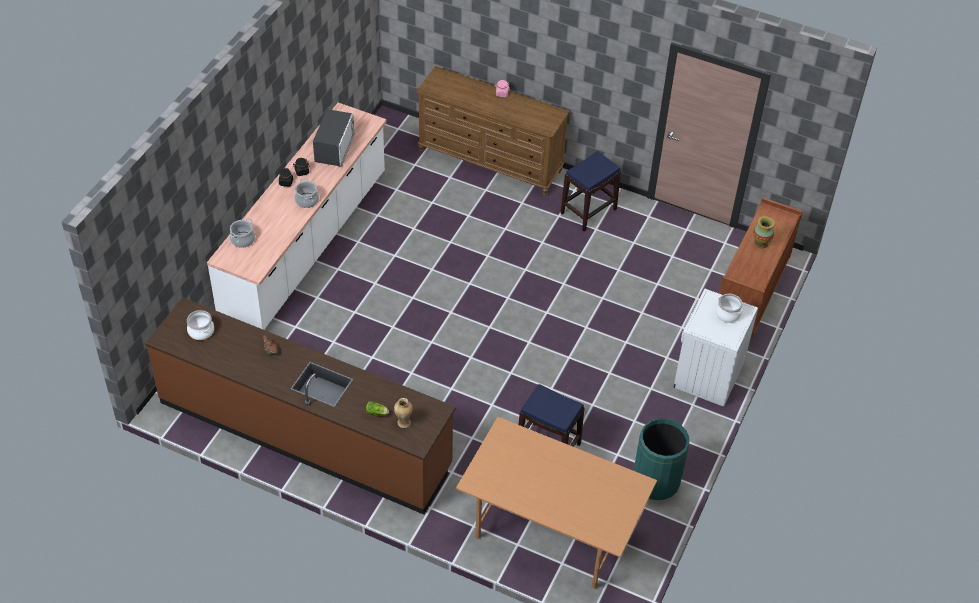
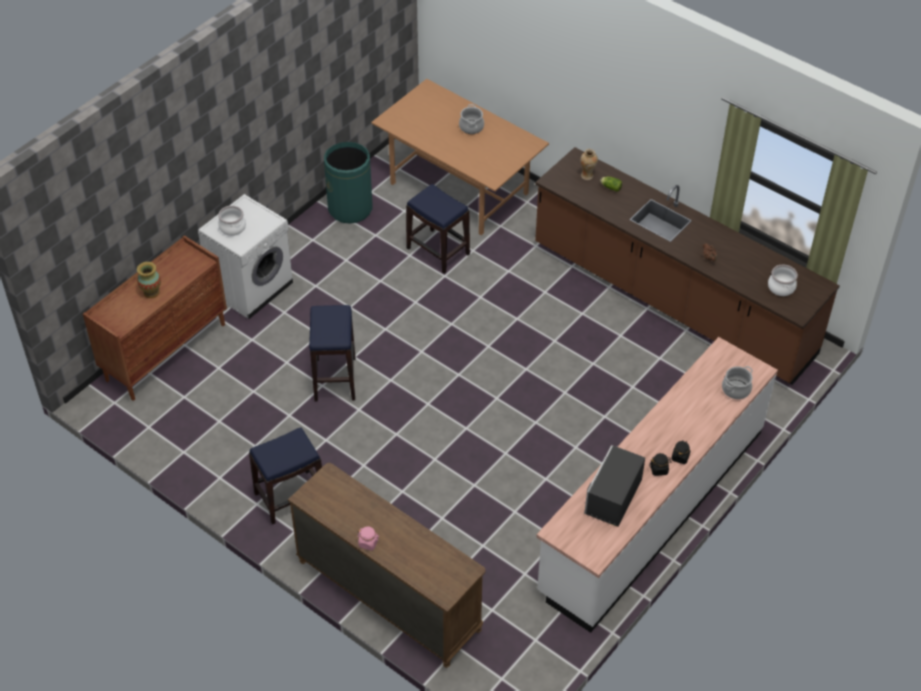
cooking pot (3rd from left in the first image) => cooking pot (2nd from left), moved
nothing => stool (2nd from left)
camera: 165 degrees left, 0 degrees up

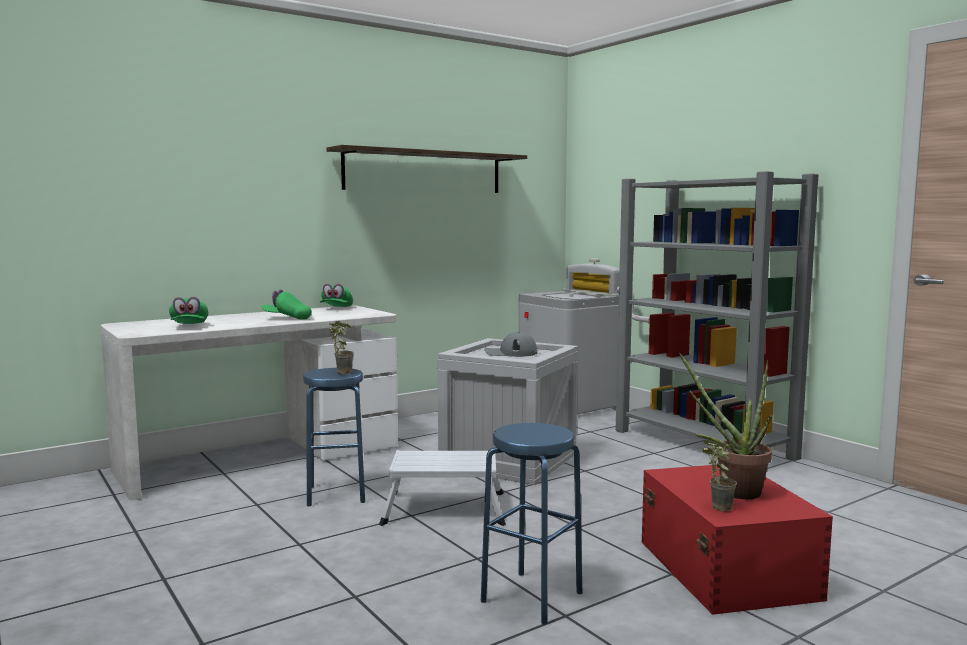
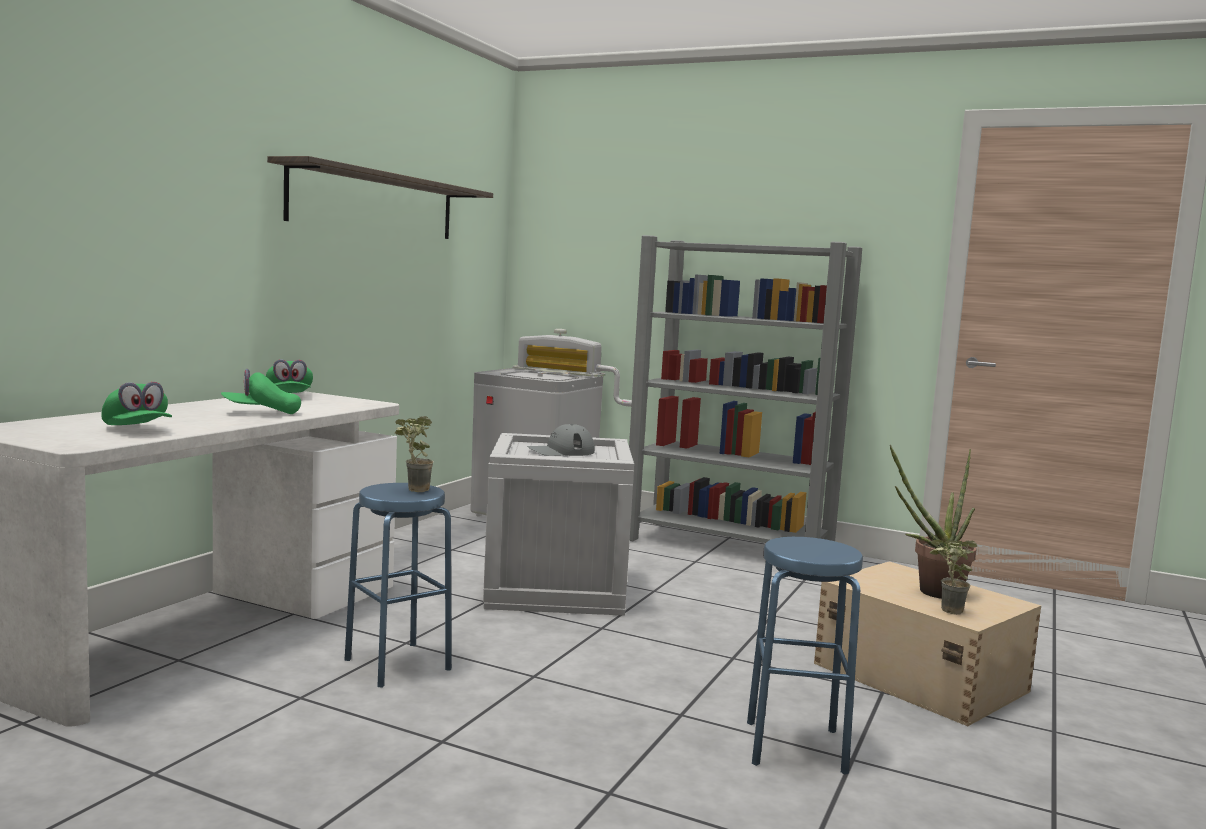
whitish step ladder => nothing
red-coloured storage container => beige storage container
camera: 30 degrees left, 0 degrees up

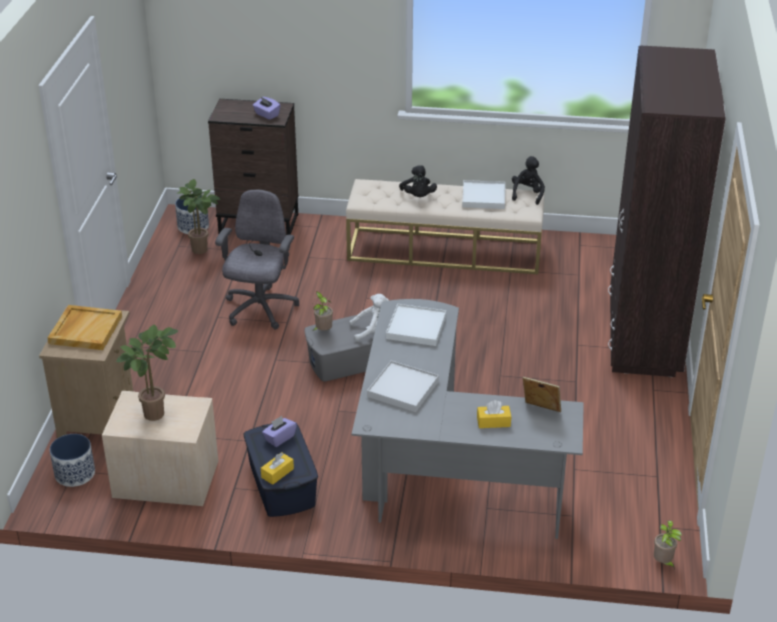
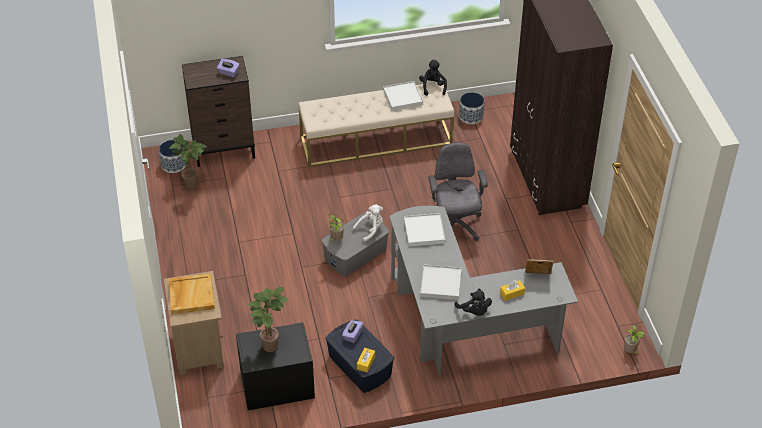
planter (1st from left in the first image) => planter (2nd from left), moved
beige nightstand (2nd from left) => black-coloured nightstand
grey office chair, moved
black-coloured plush toy (1st from left in the first image) => black-coloured plush toy (2nd from left), moved
camera: 20 degrees left, 10 degrees up

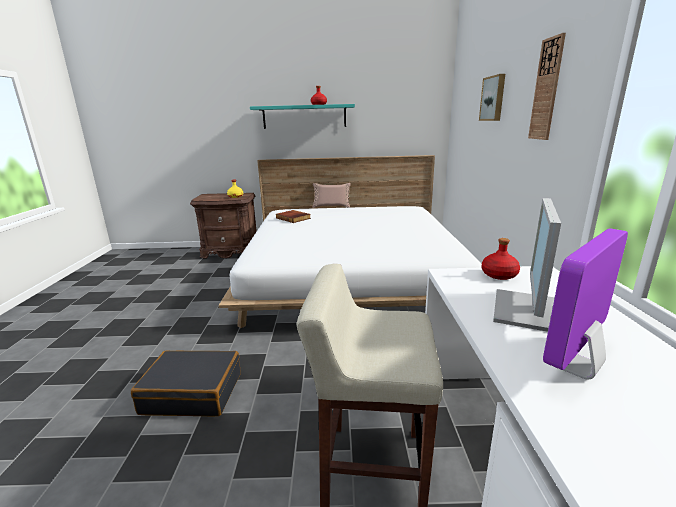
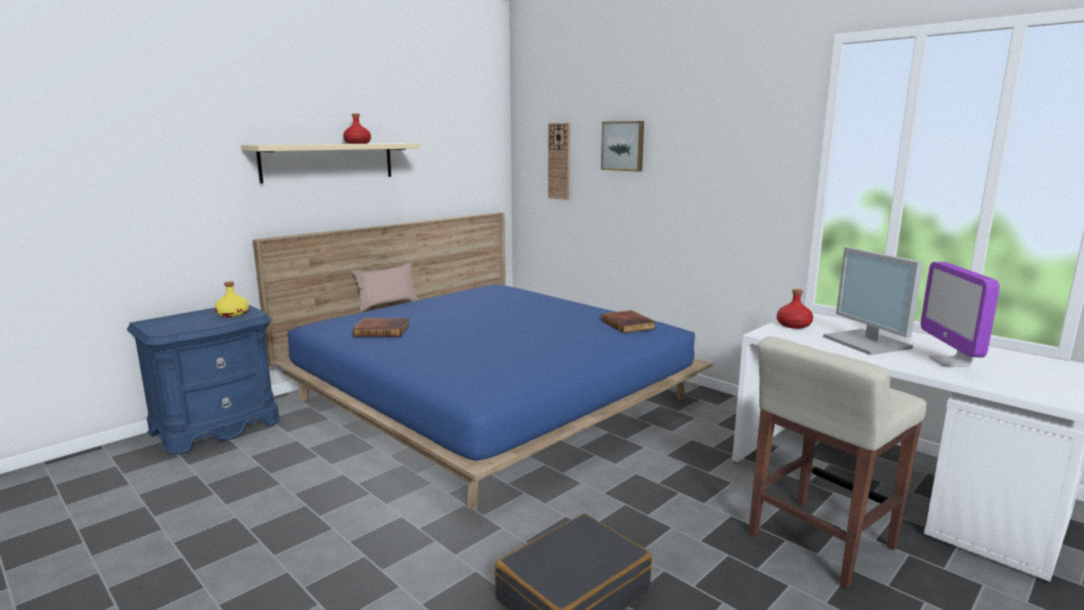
brownish nightstand => blue nightstand
whitish sleeping bed => blue sleeping bed
turquoise wall shelf => beige wall shelf
clock on the wall, moved
nothing => bound book (2nd from left)
camera: 45 degrees left, 5 degrees down

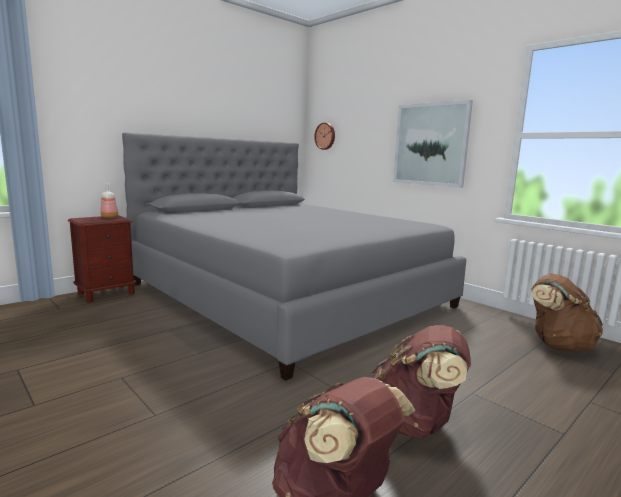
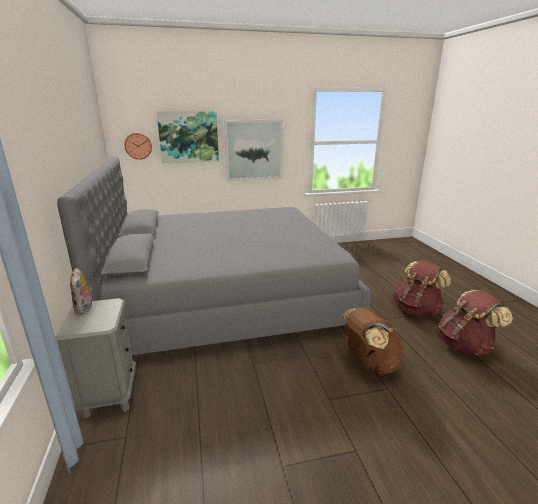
brownish nightstand => grey nightstand
beverage bottle => plush toy
brownish knapsack (3rd from left in the first image) => brownish knapsack (1st from left), moved
nothing => picture (1st from left)
camera: 60 degrees left, 10 degrees up

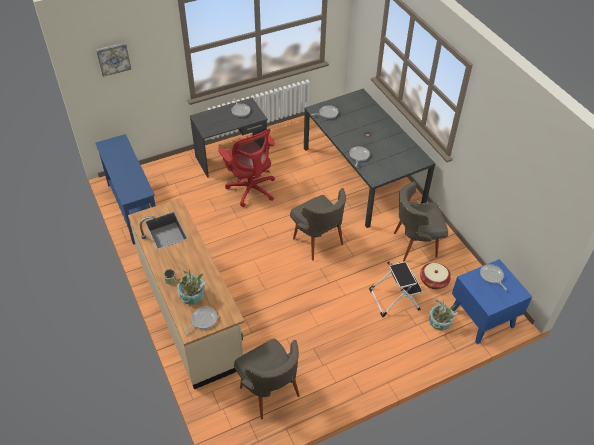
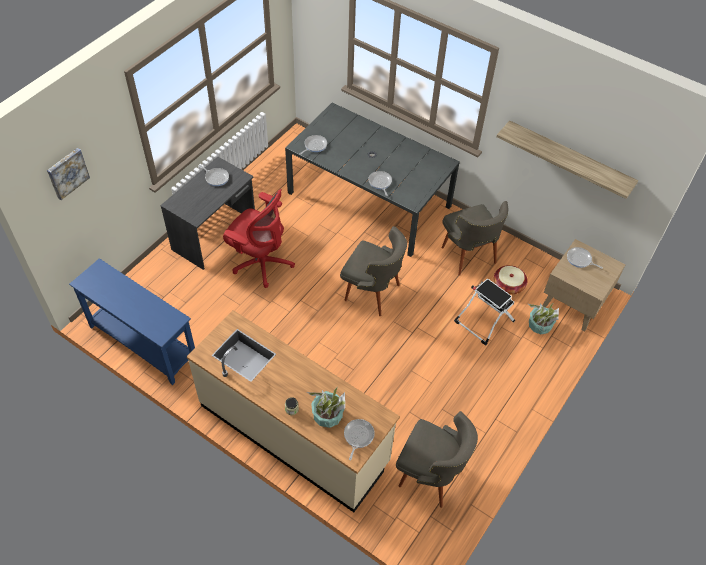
grey plain chair (3rd from left), 75 degrees counterclockwise
blue nightstand => beige nightstand
nothing => wall shelf
camera: 30 degrees left, 5 degrees up

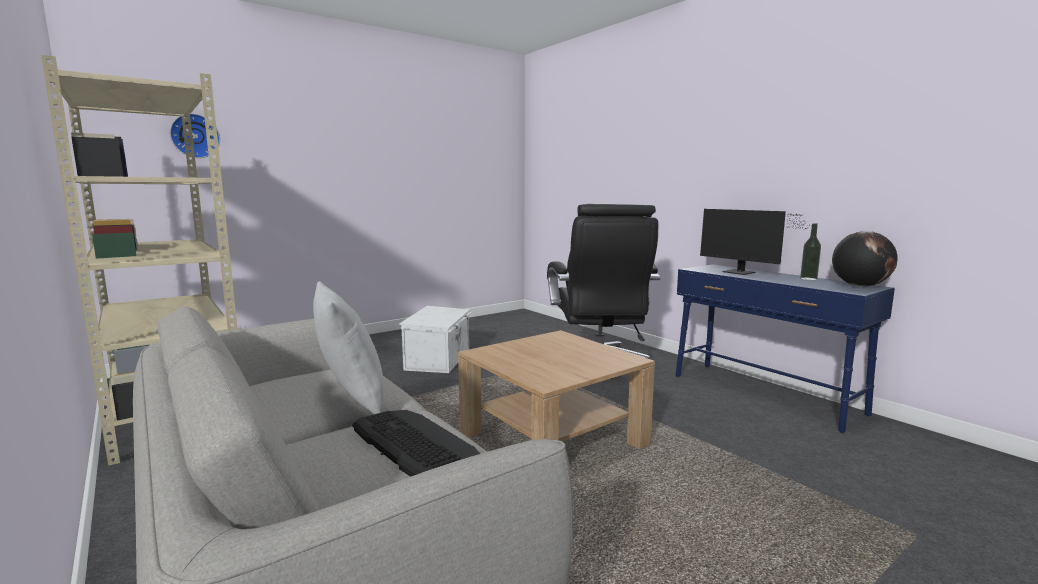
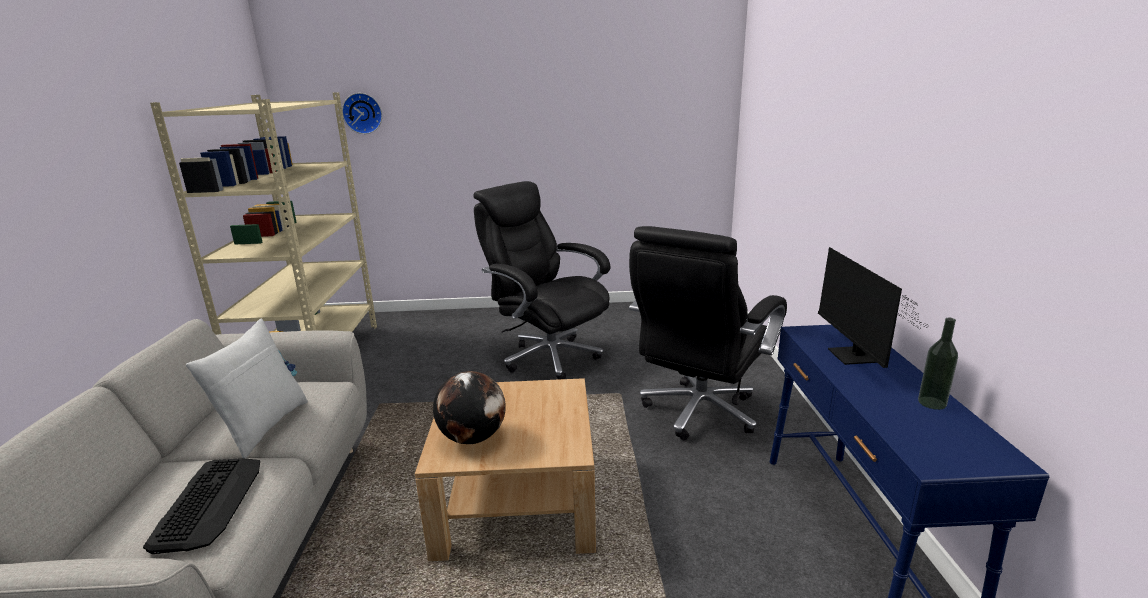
whitish storage container => black-coloured office chair (1st from left)
desk globe, moved
camera: 35 degrees right, 10 degrees up

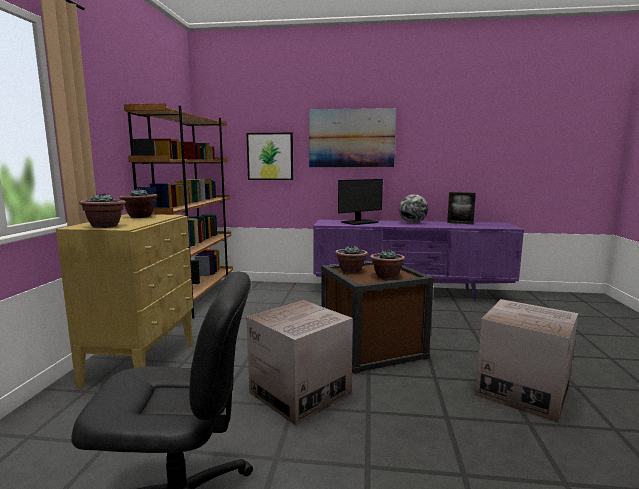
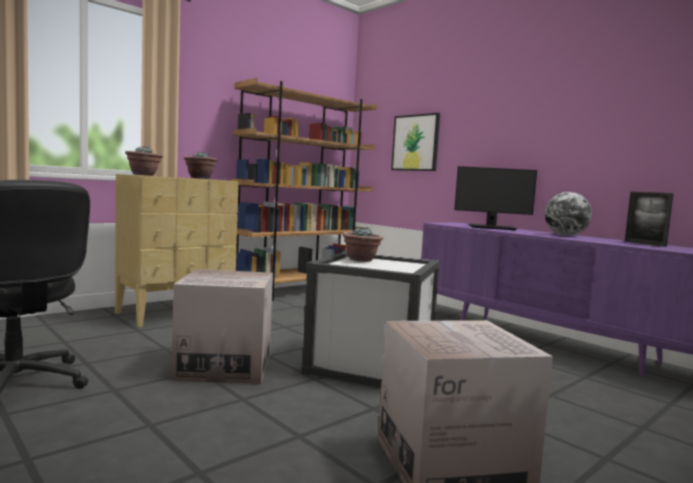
picture (2nd from left) => nothing
brownish storage container => whitish storage container
houseplant (4th from left) => nothing
camera: 40 degrees right, 5 degrees down

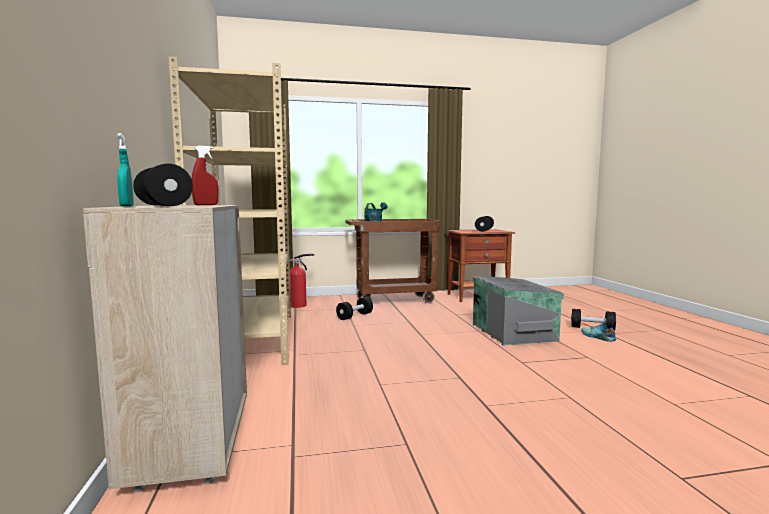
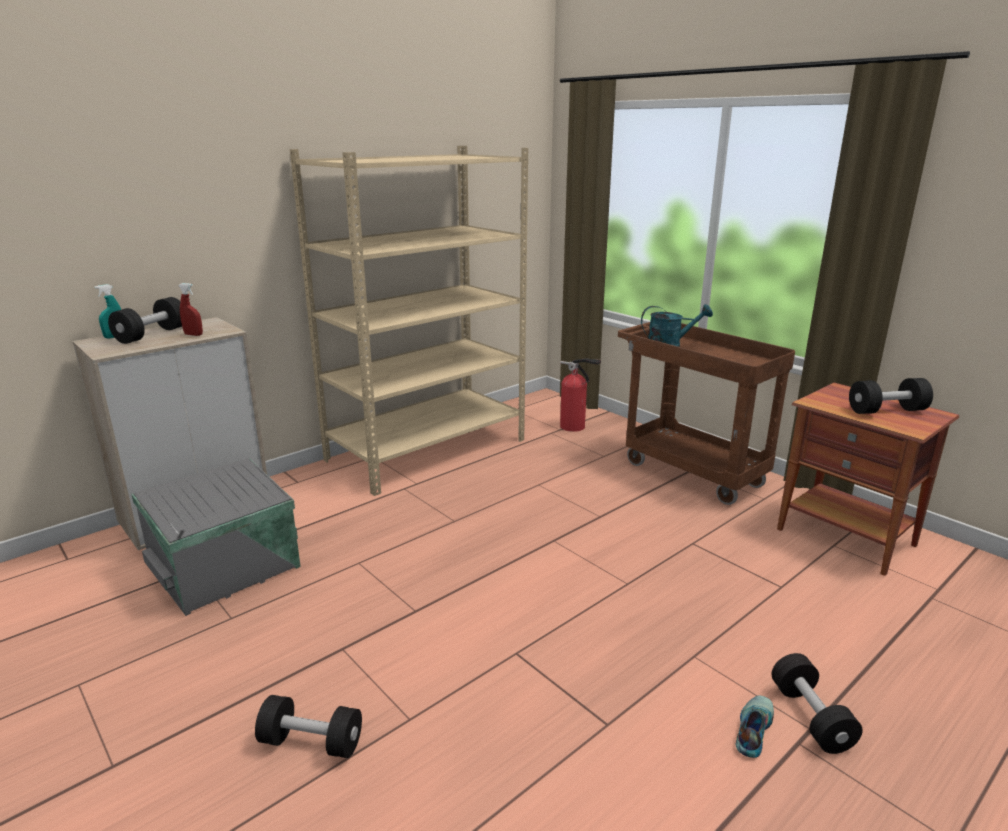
black-coloured free weight (2nd from left), moved
grey storage container, moved
camera: 60 degrees right, 15 degrees up

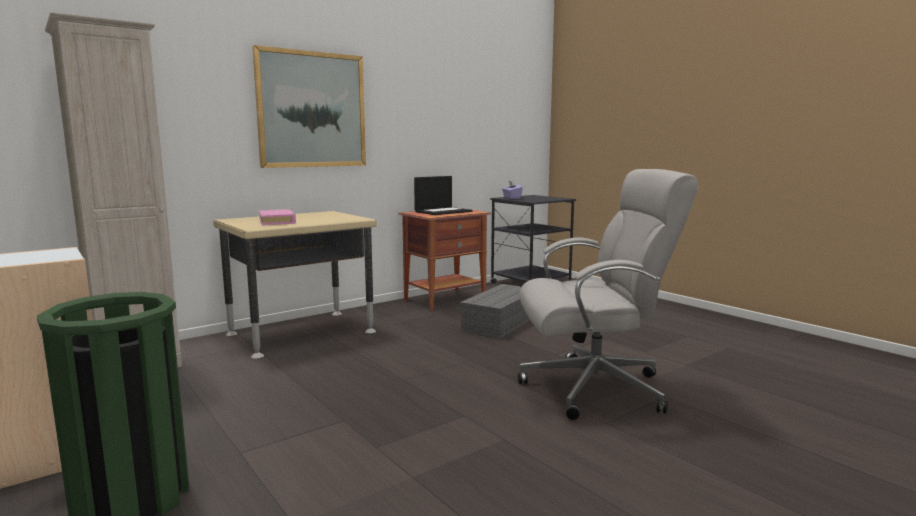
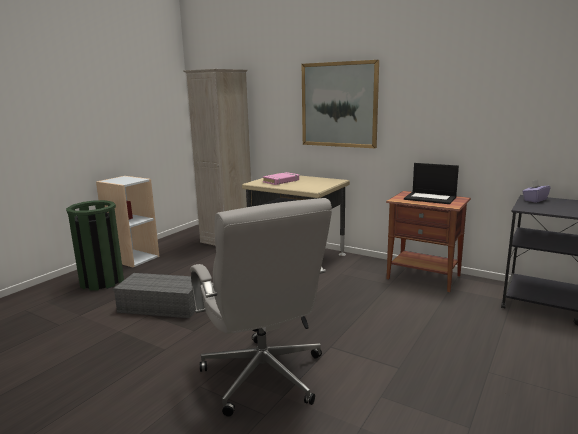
grey storage container, moved
camera: 70 degrees right, 5 degrees up

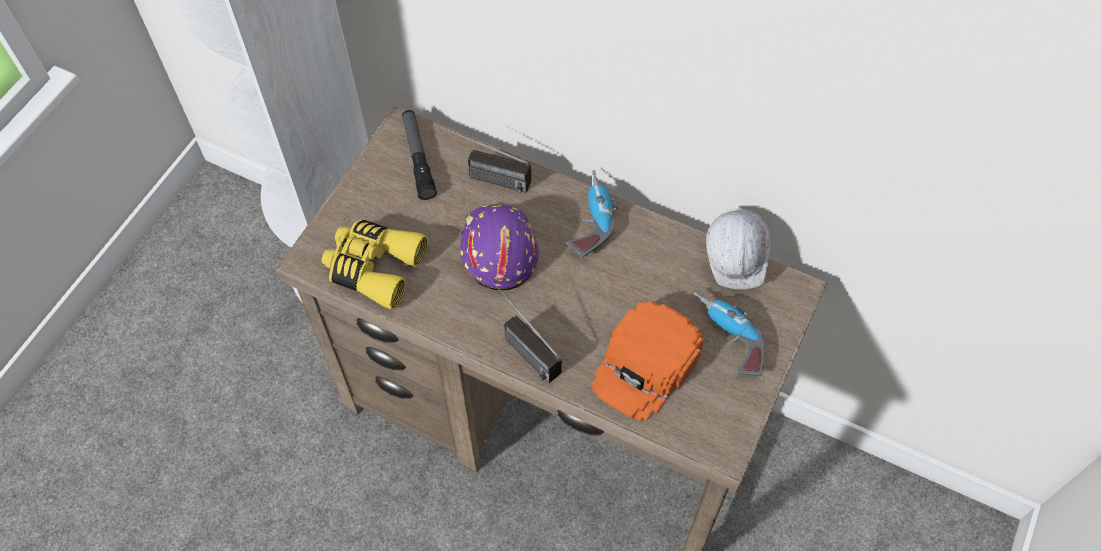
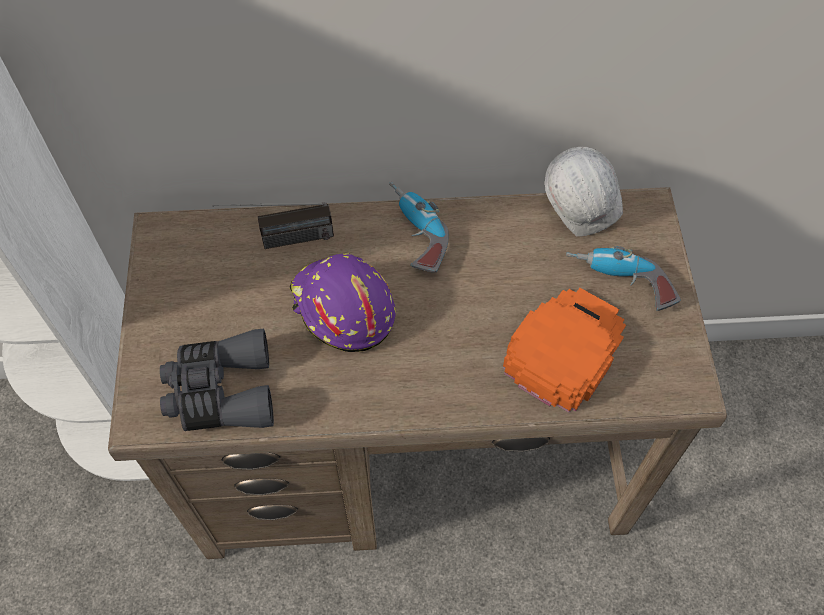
yellow binoculars => grey binoculars
hand torch => nothing
radio receiver (2nd from left) => nothing
orange-coloured cap, 150 degrees counterclockwise
camera: 30 degrees left, 0 degrees up

